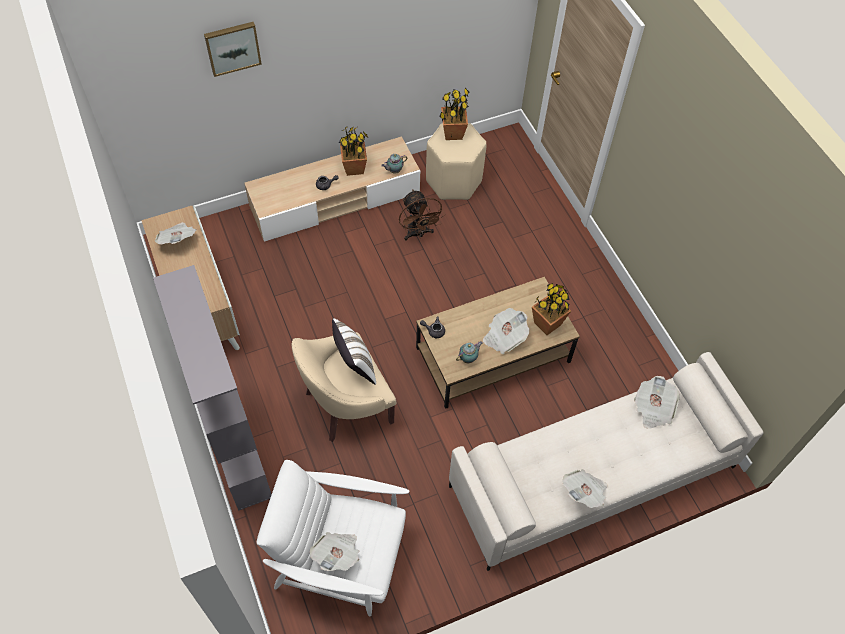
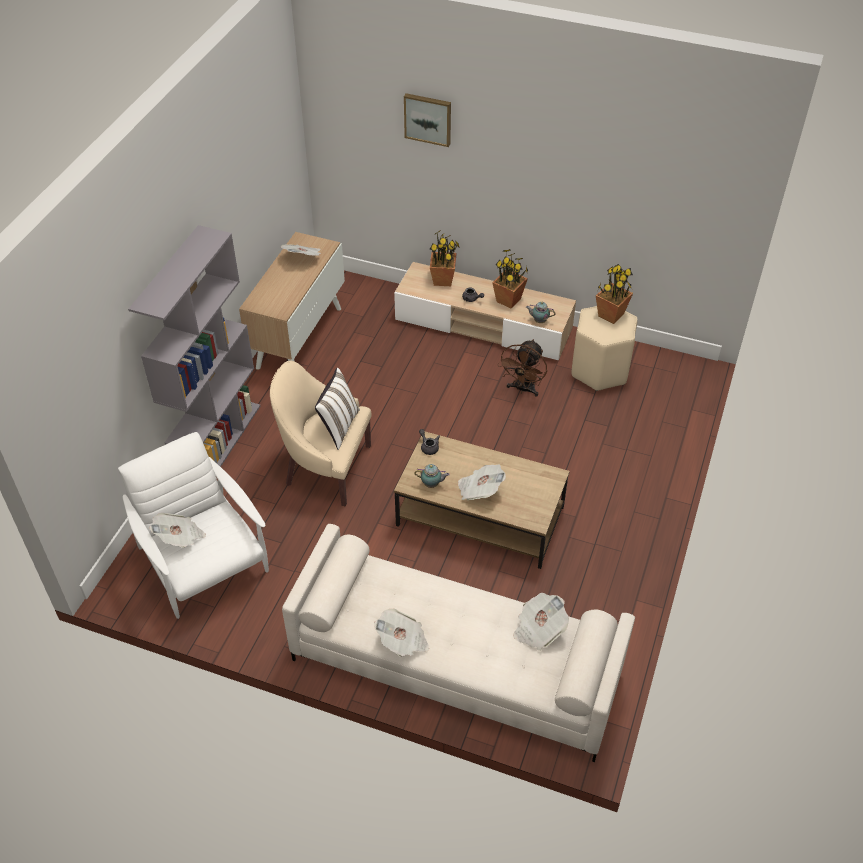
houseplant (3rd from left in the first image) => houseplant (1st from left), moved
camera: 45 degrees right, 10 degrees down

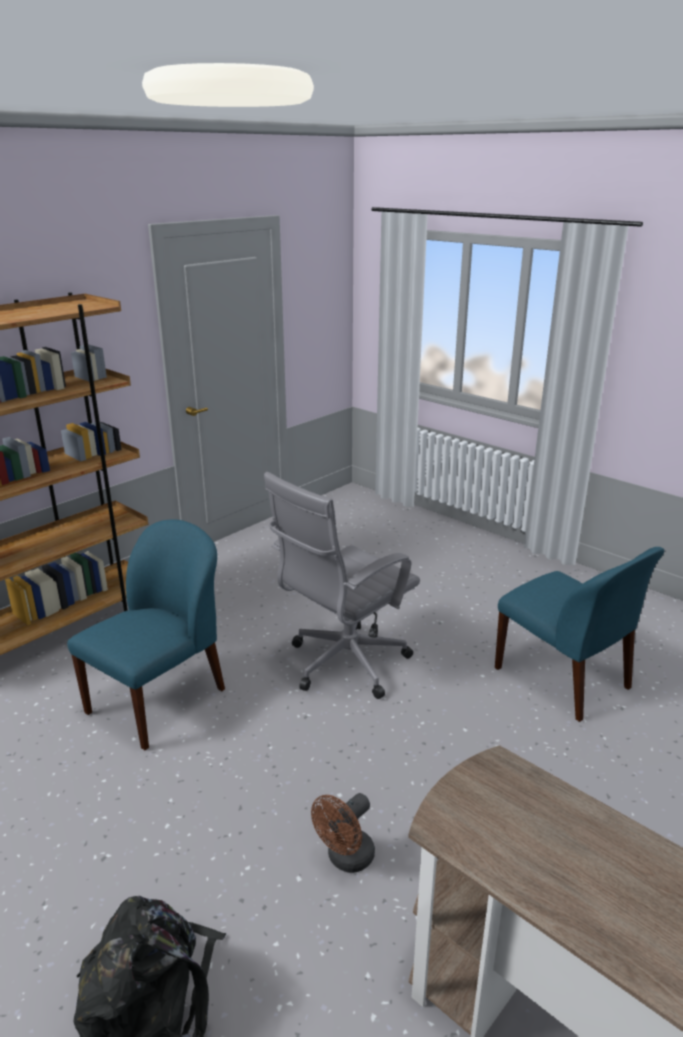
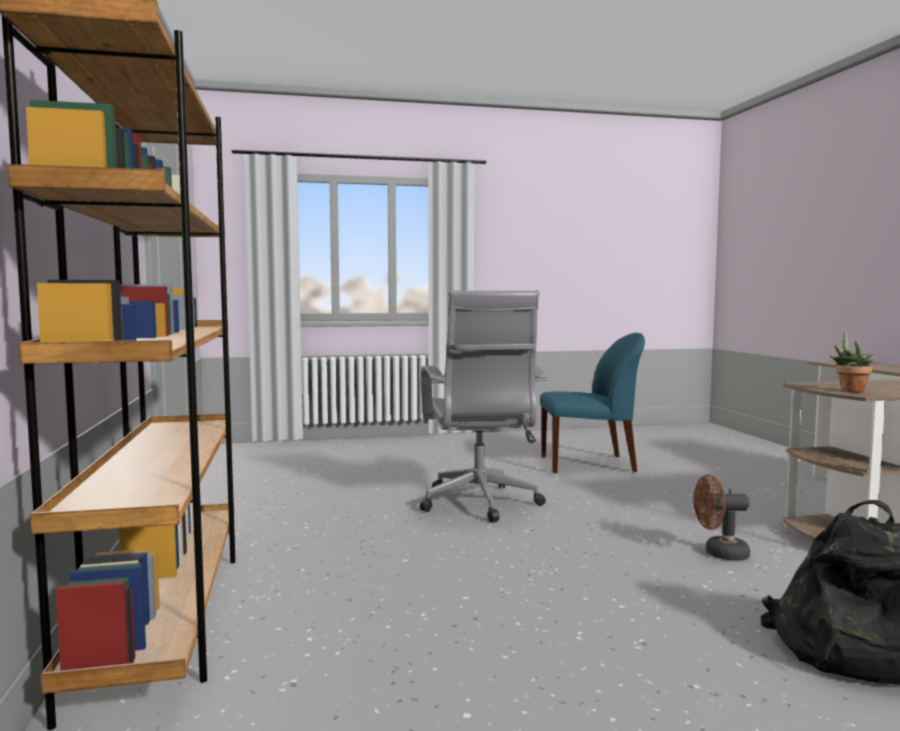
blue plain chair (1st from left) => nothing
brownish cooling fan, 105 degrees clockwise
nothing => houseplant
camera: 55 degrees left, 20 degrees down

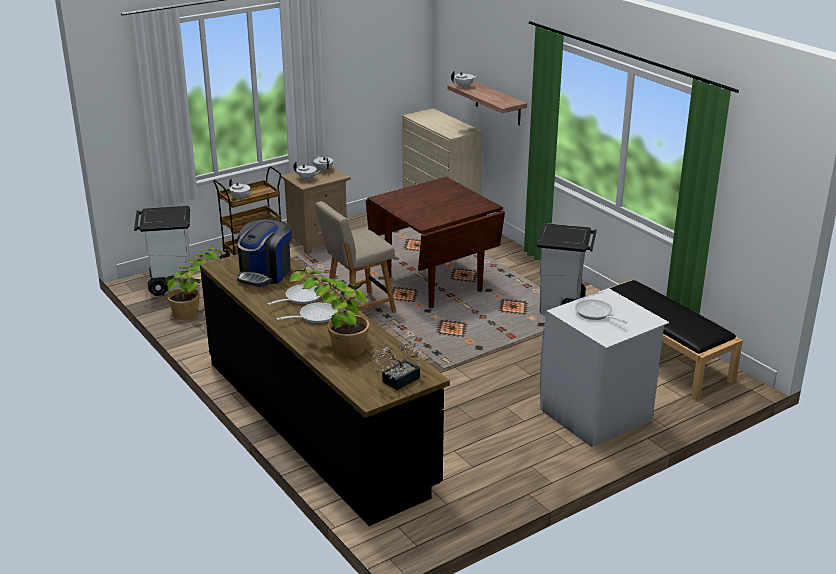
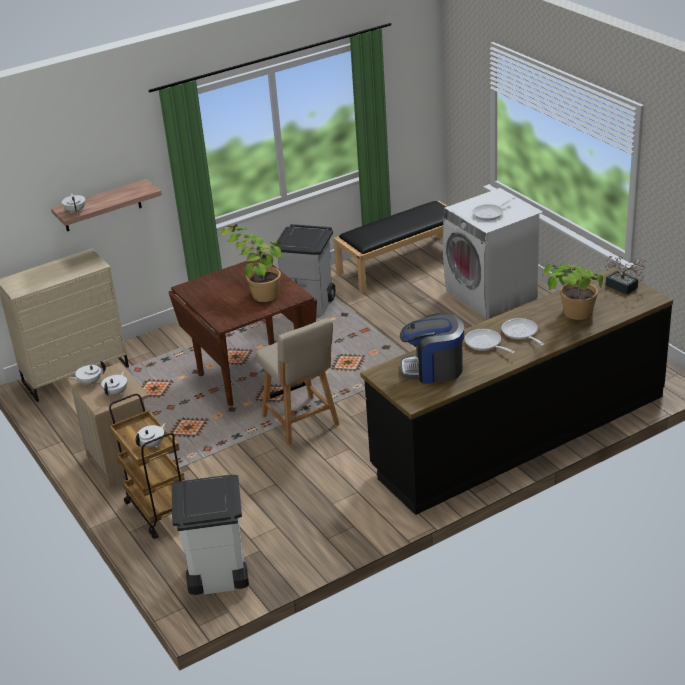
houseplant (1st from left), moved
coffee brewer, 150 degrees clockwise
camera: 85 degrees left, 5 degrees up

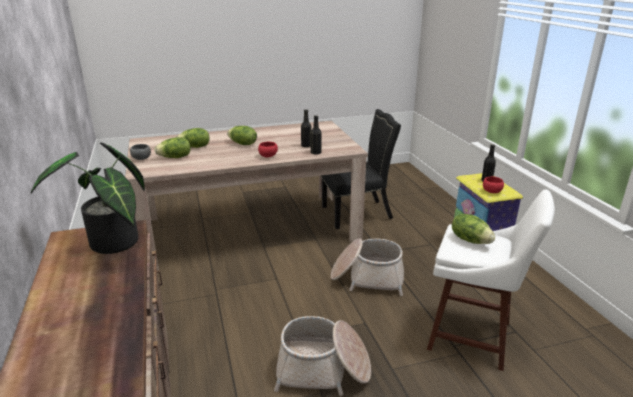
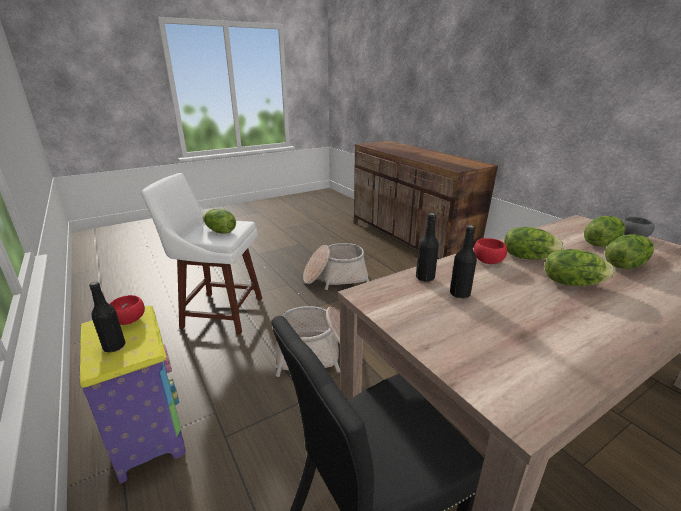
houseplant => nothing
nothing => lettuce head (2nd from left)
camera: 165 degrees right, 0 degrees up

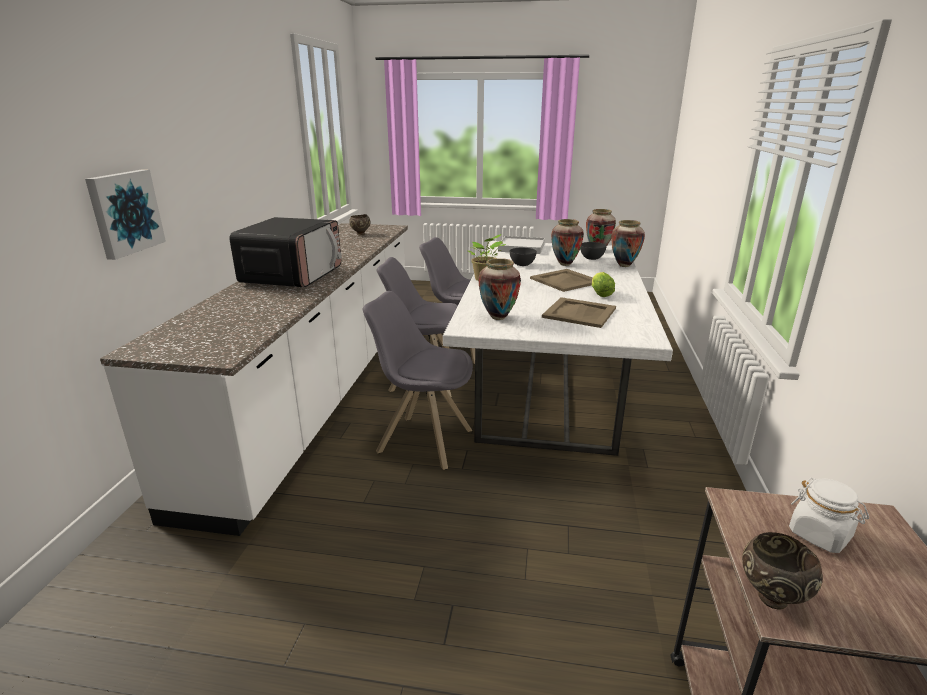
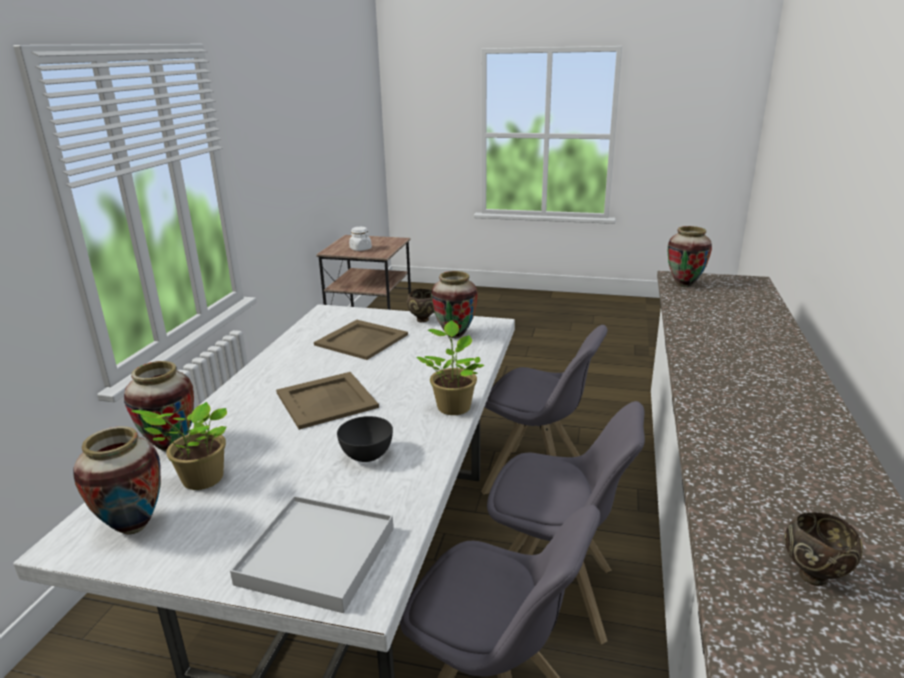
picture => nothing
kitchen microwave => nothing
vase (2nd from left in the first image) => vase (4th from left), moved
grey deep dish (2nd from left) => houseplant (1st from left)
lettuce head => nothing
brownish deep dish (2nd from left in the first image) => brownish deep dish (1st from left), moved
camera: 175 degrees left, 0 degrees up

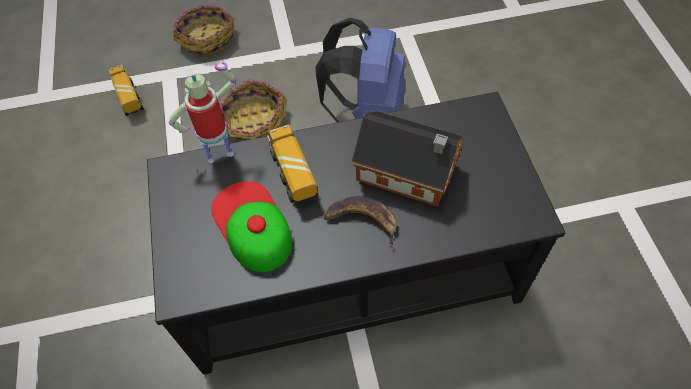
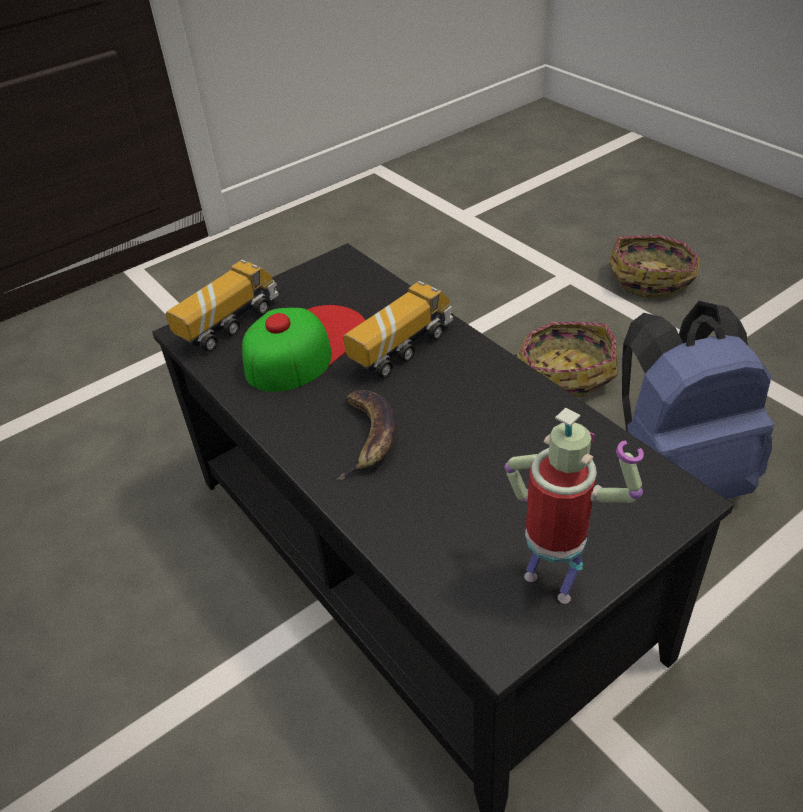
toy lorry (1st from left), moved
robot figure, moved
toy house => nothing
camera: 65 degrees right, 15 degrees down

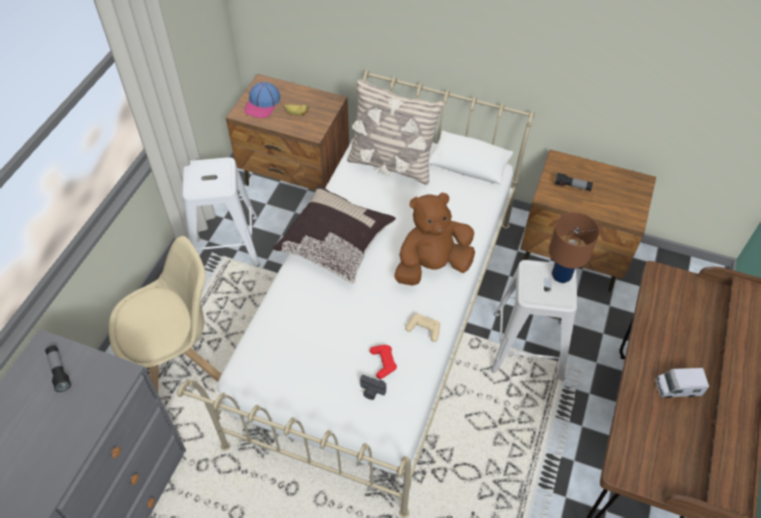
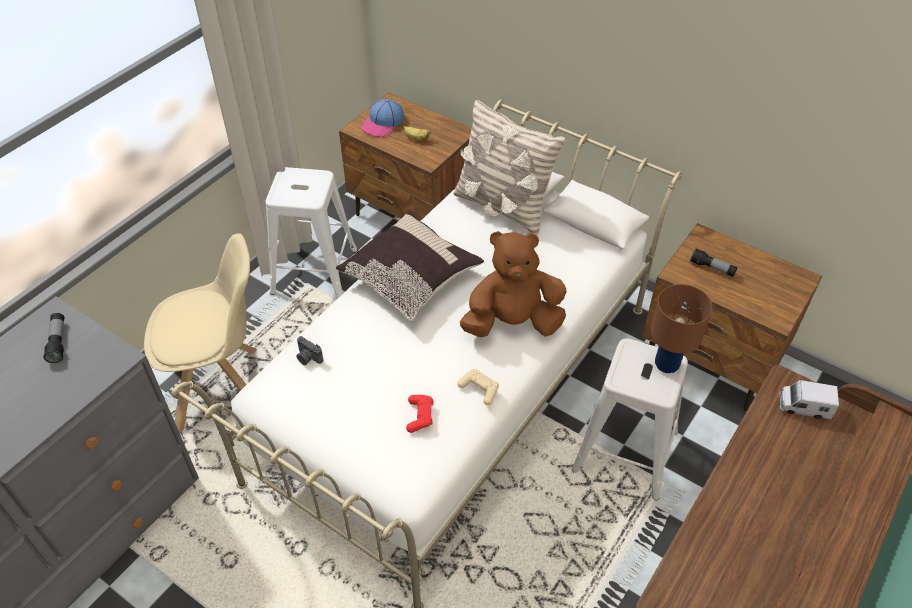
still camera, moved
toy lorry, moved
camera: 15 degrees right, 5 degrees down

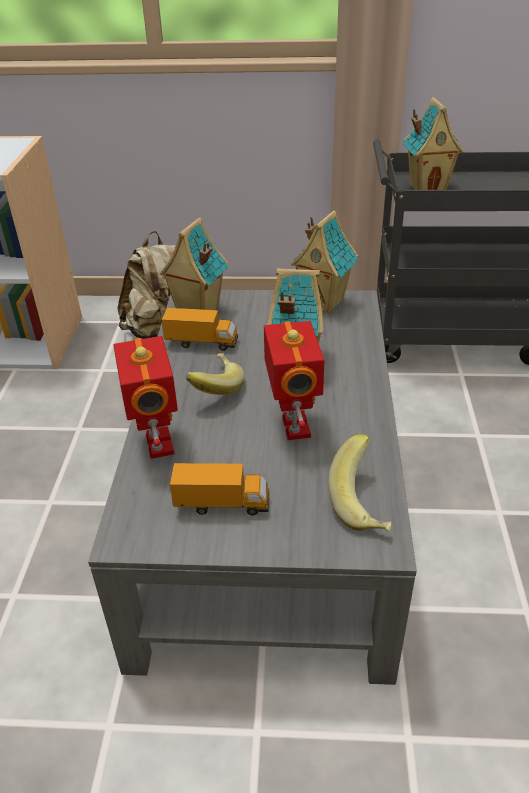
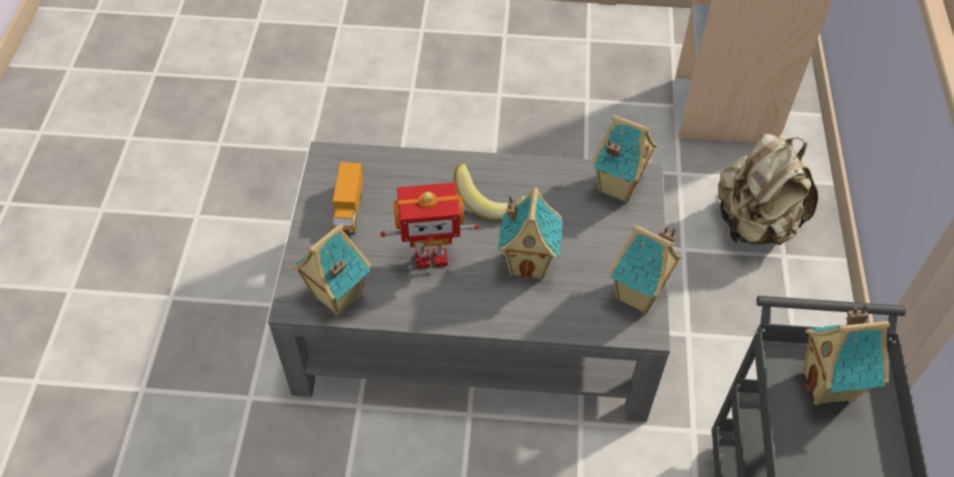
robot figure (1st from left) => nothing
toy lorry (1st from left) => nothing
banana fruit (2nd from left) => toy house (1st from left)
camera: 90 degrees right, 15 degrees up

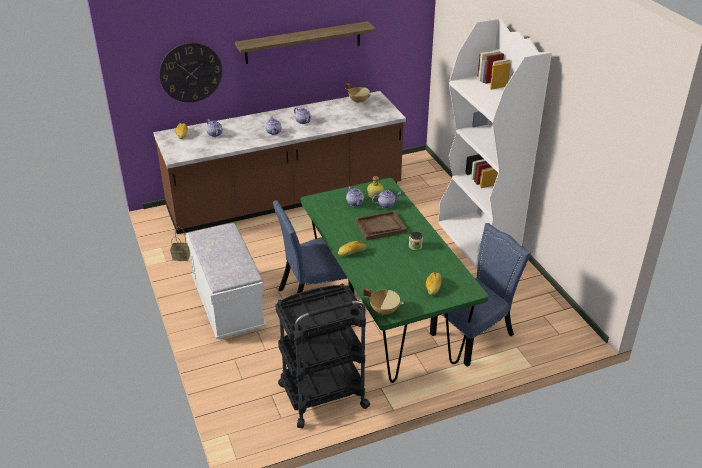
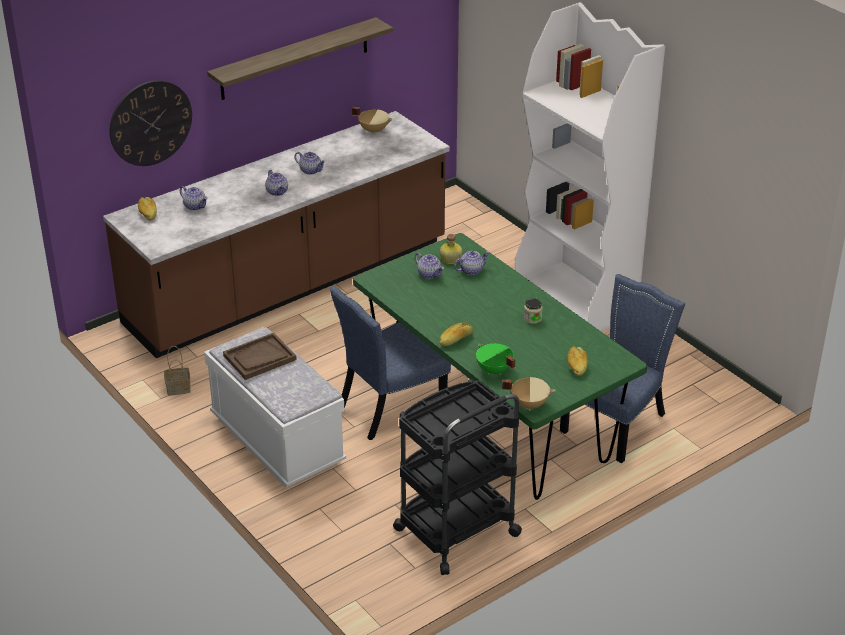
brownish tray, moved
nothing => green cooking pot
camera: 15 degrees left, 0 degrees up

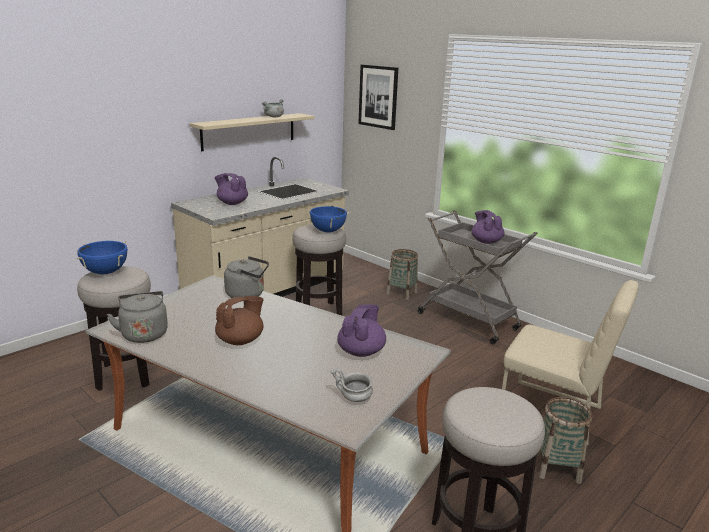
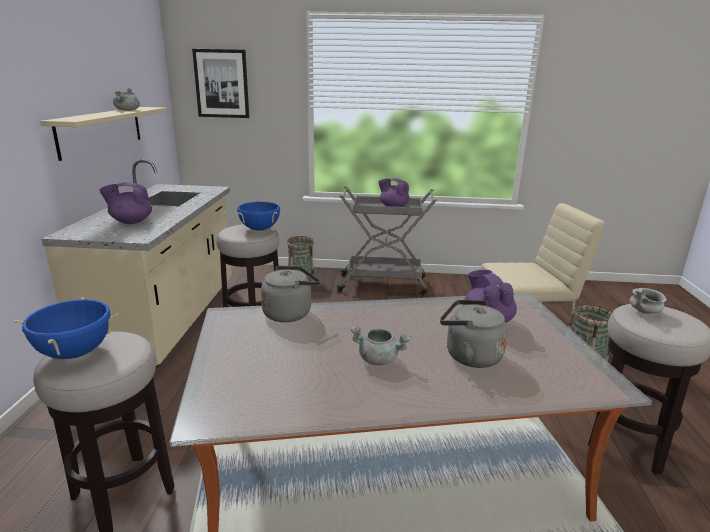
grey water kettle (1st from left in the first image) => grey water kettle (2nd from left), moved
brownish tea pot => grey cooking pot (2nd from left)
grey deep dish, moved
camera: 40 degrees left, 0 degrees up

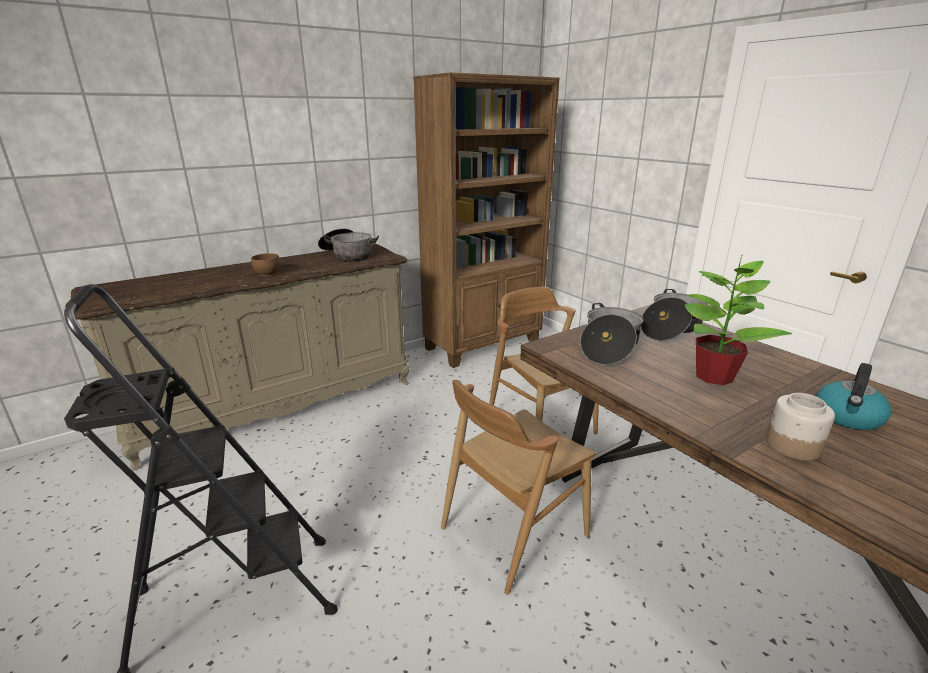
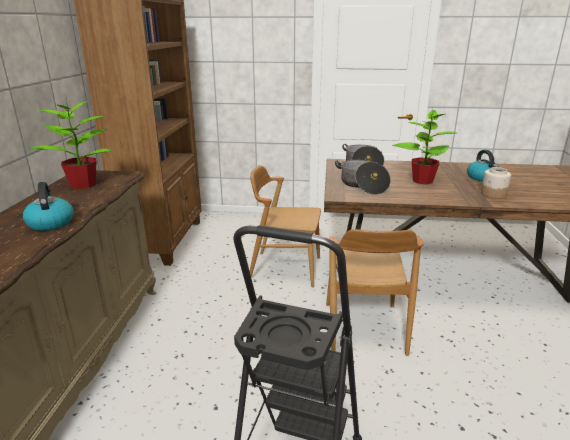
brownish deep dish => water kettle (1st from left)
cooking pot (1st from left) => houseplant (1st from left)
camera: 50 degrees left, 0 degrees up

